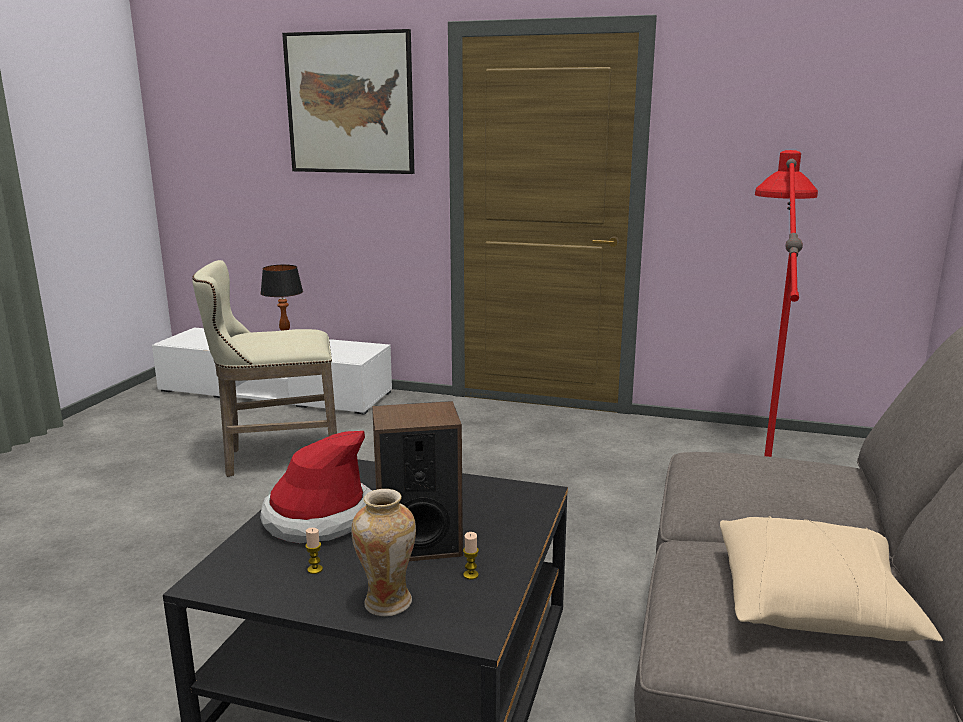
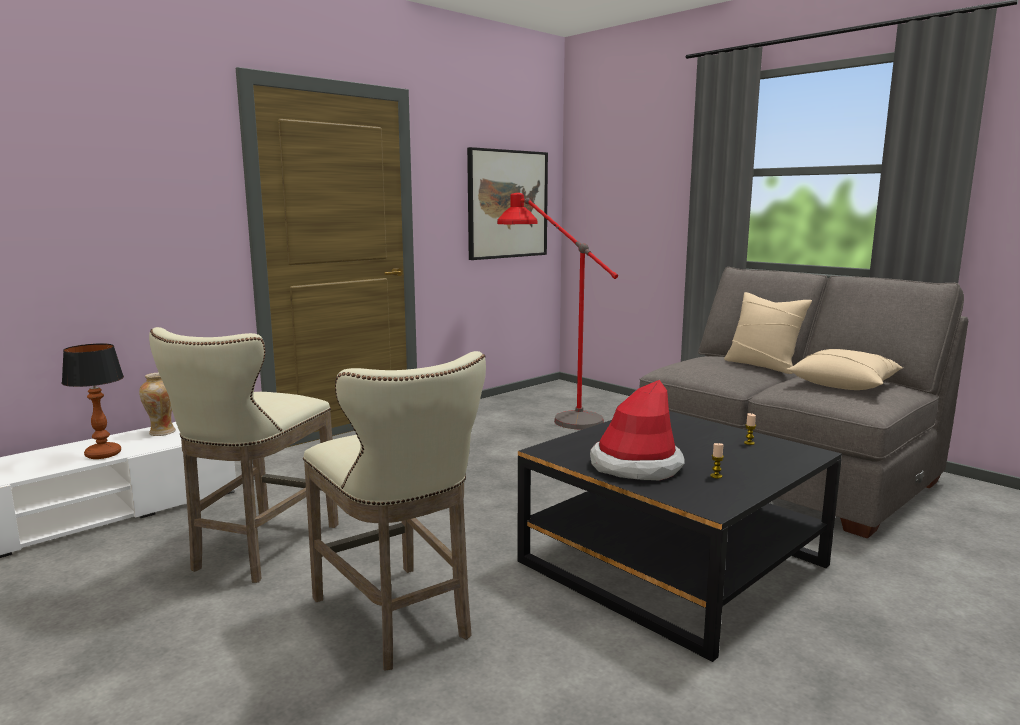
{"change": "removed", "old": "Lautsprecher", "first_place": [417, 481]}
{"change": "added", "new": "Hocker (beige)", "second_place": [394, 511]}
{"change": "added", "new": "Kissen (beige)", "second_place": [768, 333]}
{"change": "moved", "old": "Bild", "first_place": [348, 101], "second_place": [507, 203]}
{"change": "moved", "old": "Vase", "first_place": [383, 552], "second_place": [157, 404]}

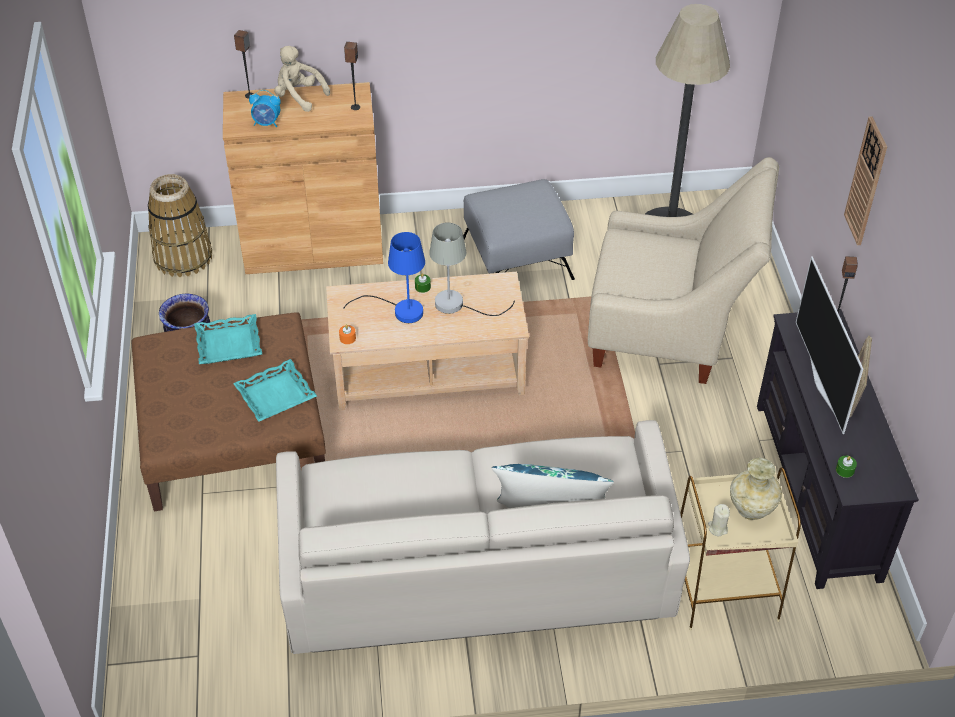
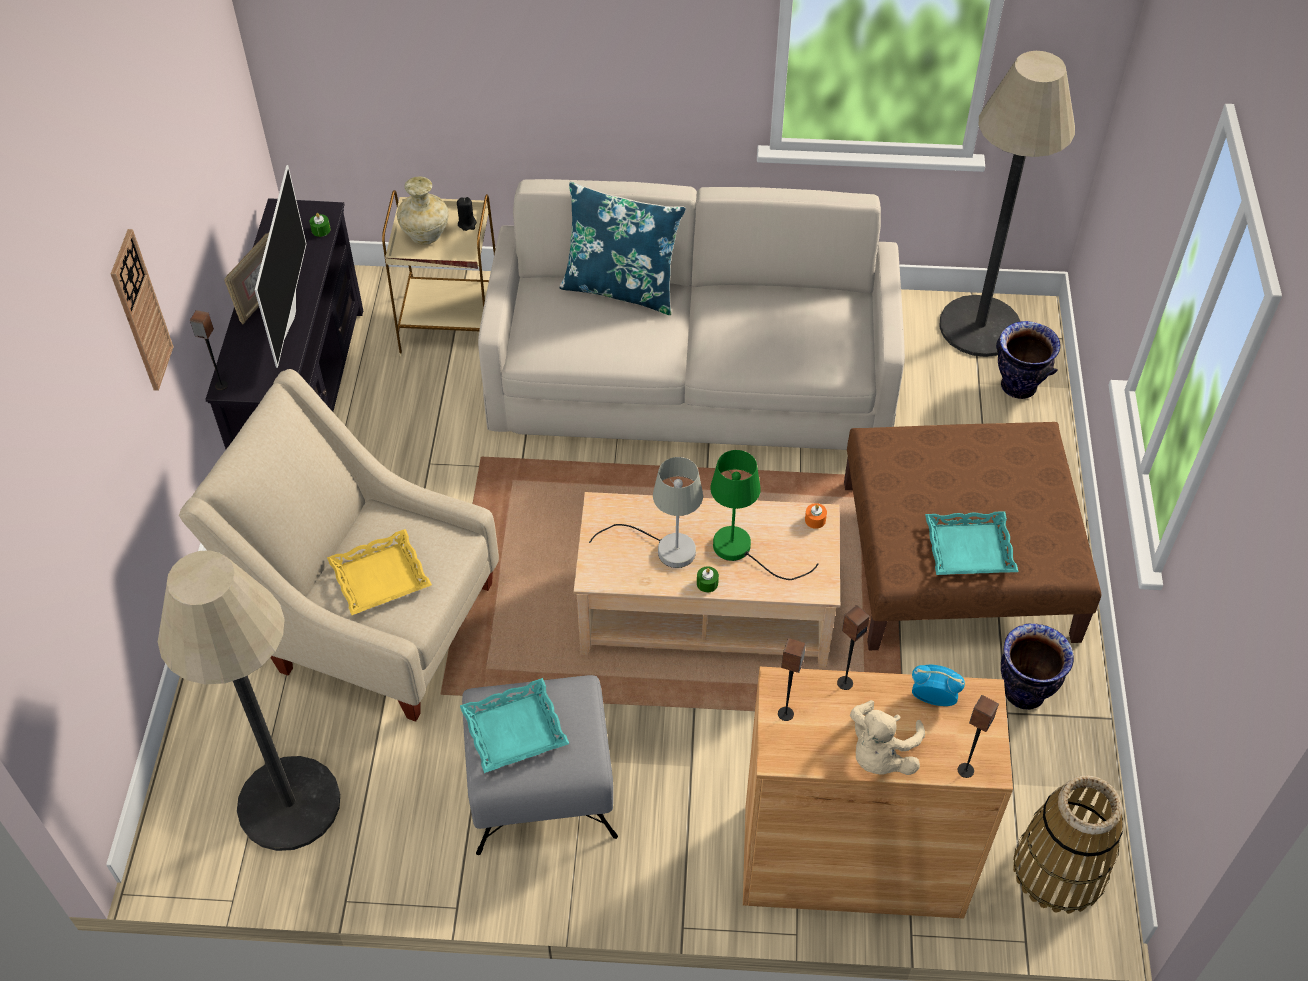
{"change": "added", "new": "Tablett (gelb)", "second_place": [379, 572]}
{"change": "added", "new": "Lautsprecher", "second_place": [853, 647]}
{"change": "added", "new": "Stehlampe", "second_place": [1007, 204]}
{"change": "added", "new": "Vase", "second_place": [1028, 360]}
{"change": "moved", "old": "Tablett (türkis)", "first_place": [275, 390], "second_place": [514, 725]}
{"change": "recoloured", "old": "Tischlampe (blau)", "new": "Tischlampe (grün)", "first_place": [384, 277], "second_place": [764, 515]}
{"change": "recoloured", "old": "Kerze (beige)", "new": "Kerze (schwarz)", "first_place": [719, 520], "second_place": [467, 214]}
{"change": "turned", "old": "Plüschtier (beige)", "first_place": [302, 79], "second_place": [887, 737], "degrees": 75}

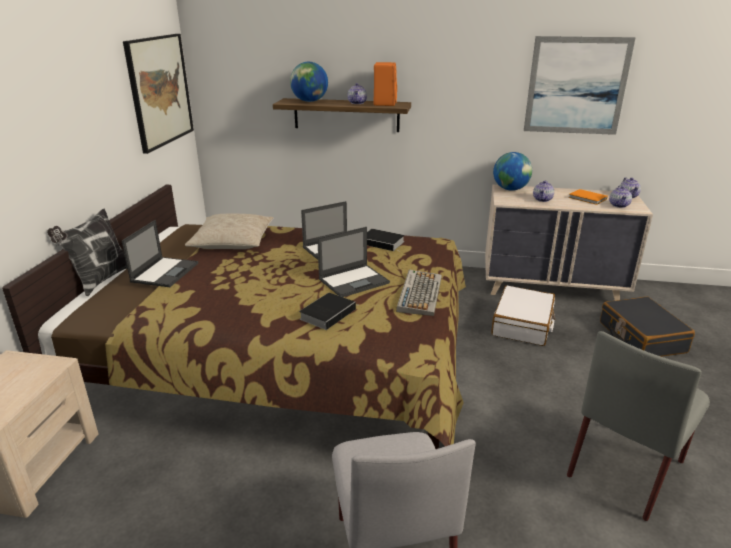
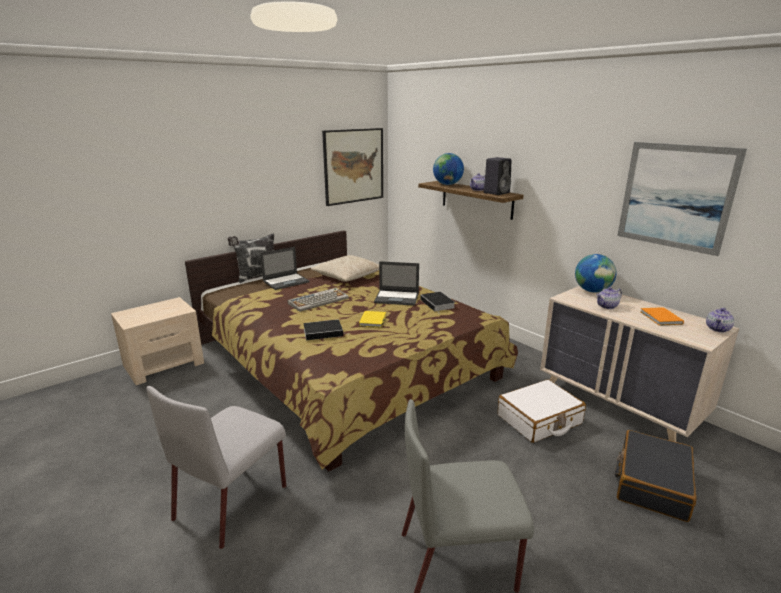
{"change": "removed", "old": "Teekanne", "first_place": [620, 197]}
{"change": "moved", "old": "Tastatur", "first_place": [419, 293], "second_place": [318, 300]}
{"change": "replaced", "old": "Laptop", "new": "Buch (gelb)", "first_place": [353, 262], "second_place": [372, 319]}
{"change": "recoloured", "old": "Lautsprecher (orange)", "new": "Lautsprecher (schwarz)", "first_place": [385, 84], "second_place": [497, 176]}

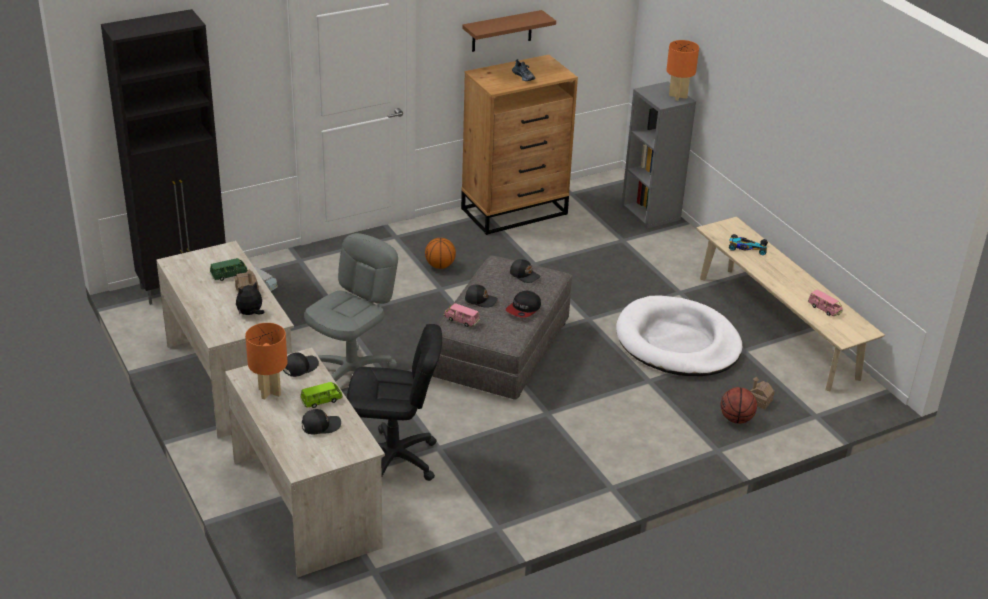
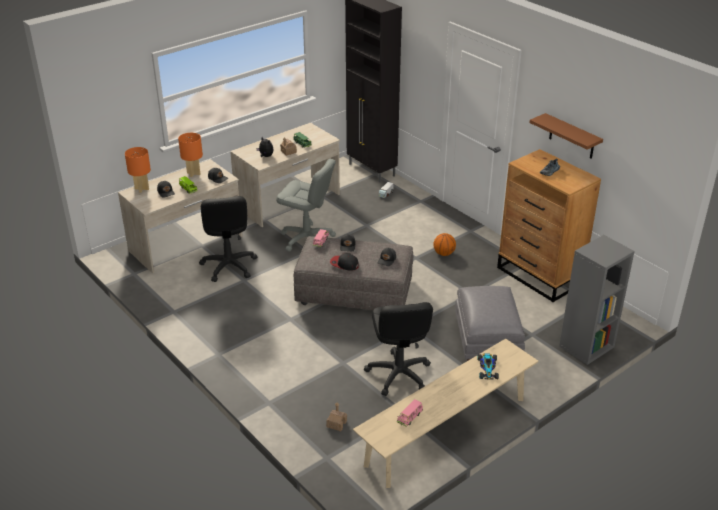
{"change": "removed", "old": "Basketball", "first_place": [738, 405]}
{"change": "added", "new": "Polsterhocker (grau)", "second_place": [490, 323]}
{"change": "moved", "old": "Tischlampe (orange)", "first_place": [682, 70], "second_place": [138, 170]}
{"change": "replaced", "old": "Hundebett (weiß)", "new": "Bürostuhl (schwarz)", "first_place": [679, 336], "second_place": [398, 349]}

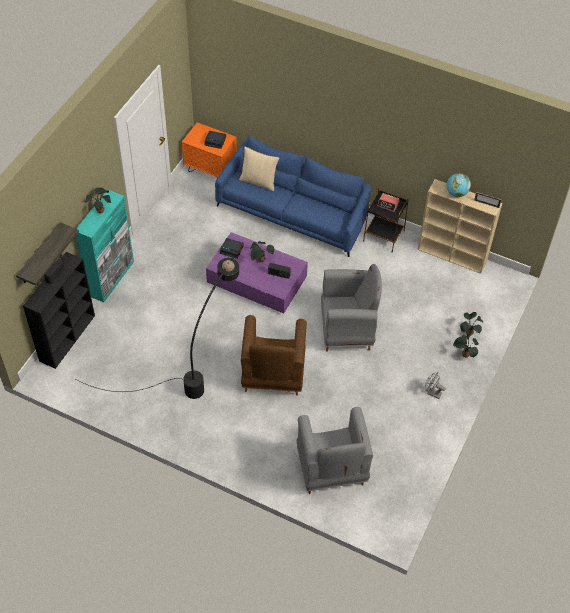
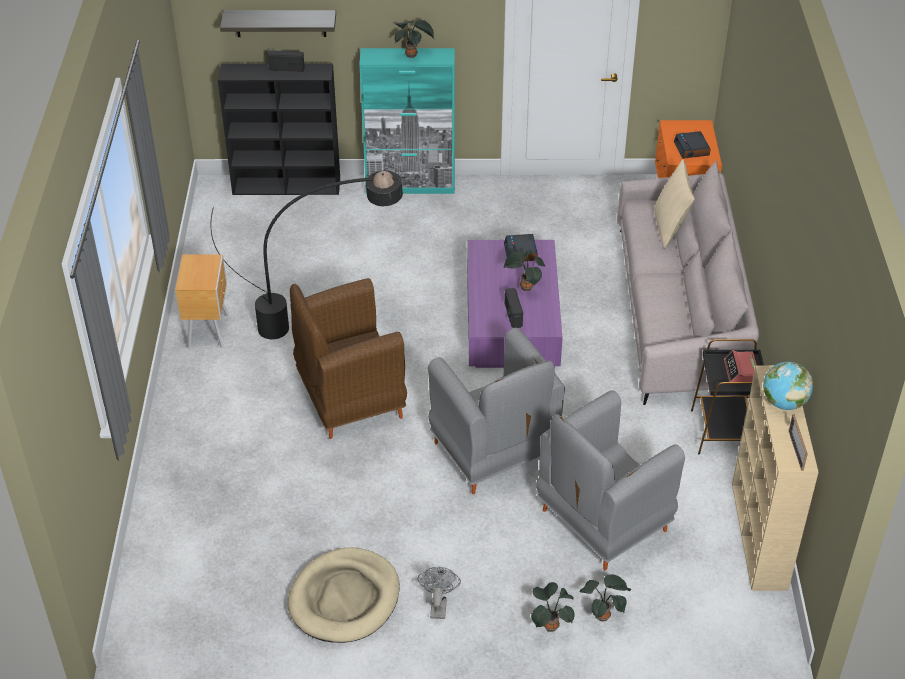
{"change": "added", "new": "Nachttisch (braun)", "second_place": [202, 301]}
{"change": "added", "new": "Hundebett (beige)", "second_place": [344, 595]}
{"change": "moved", "old": "Sessel (grau)", "first_place": [334, 450], "second_place": [610, 480]}
{"change": "recoloured", "old": "Sofa (blau)", "new": "Sofa (grau)", "first_place": [293, 196], "second_place": [688, 282]}

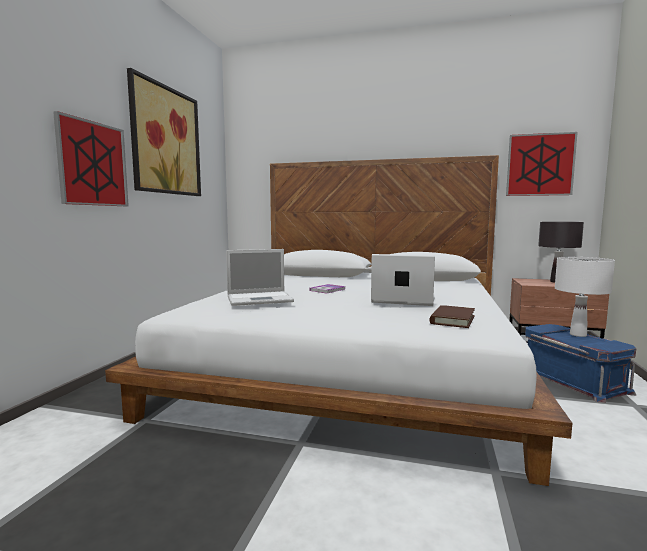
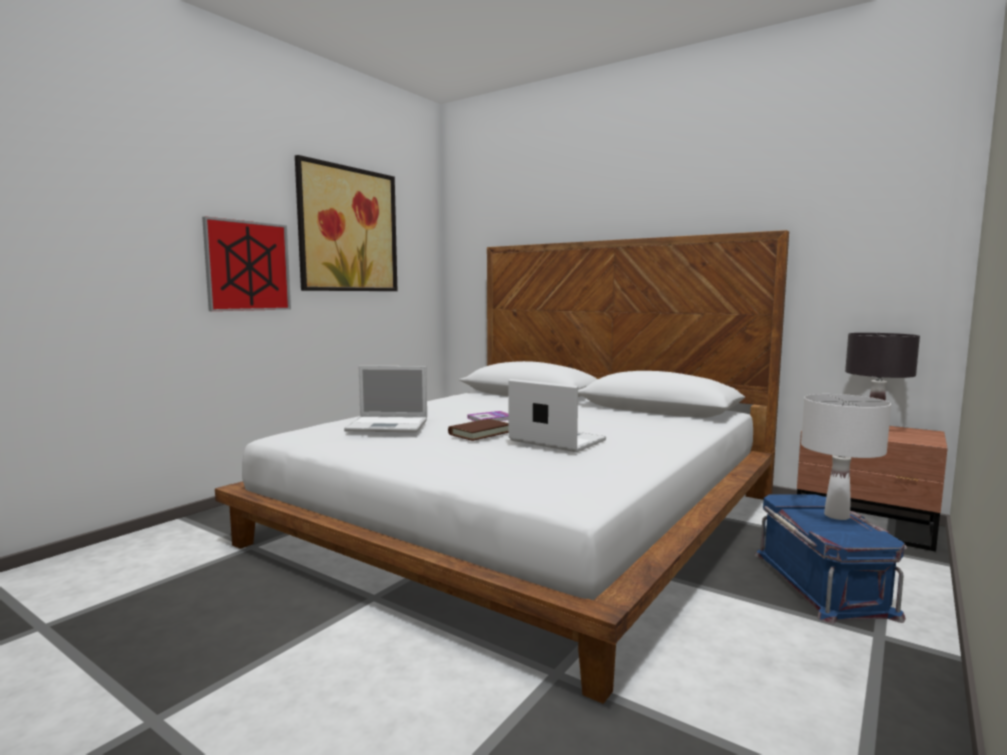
{"change": "removed", "old": "Bild", "first_place": [542, 164]}
{"change": "moved", "old": "Buch (braun)", "first_place": [452, 316], "second_place": [478, 430]}

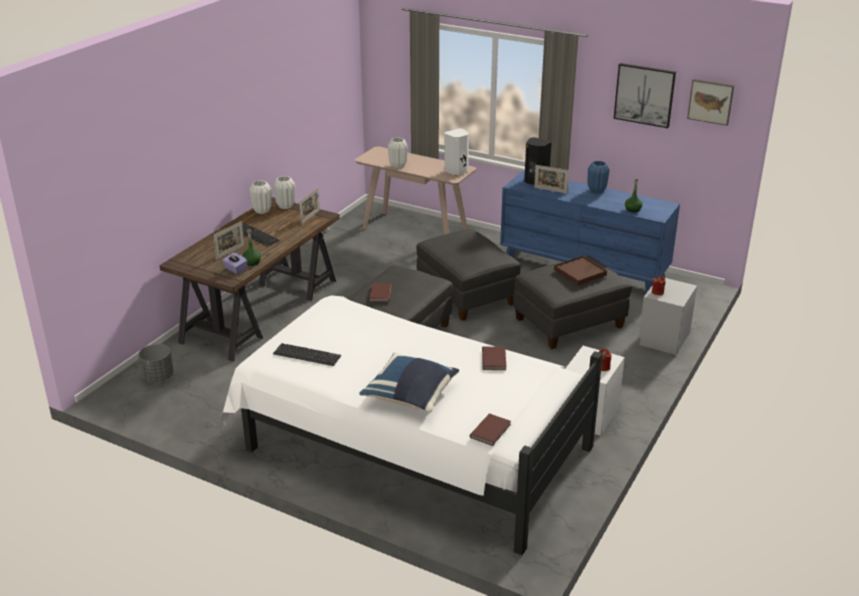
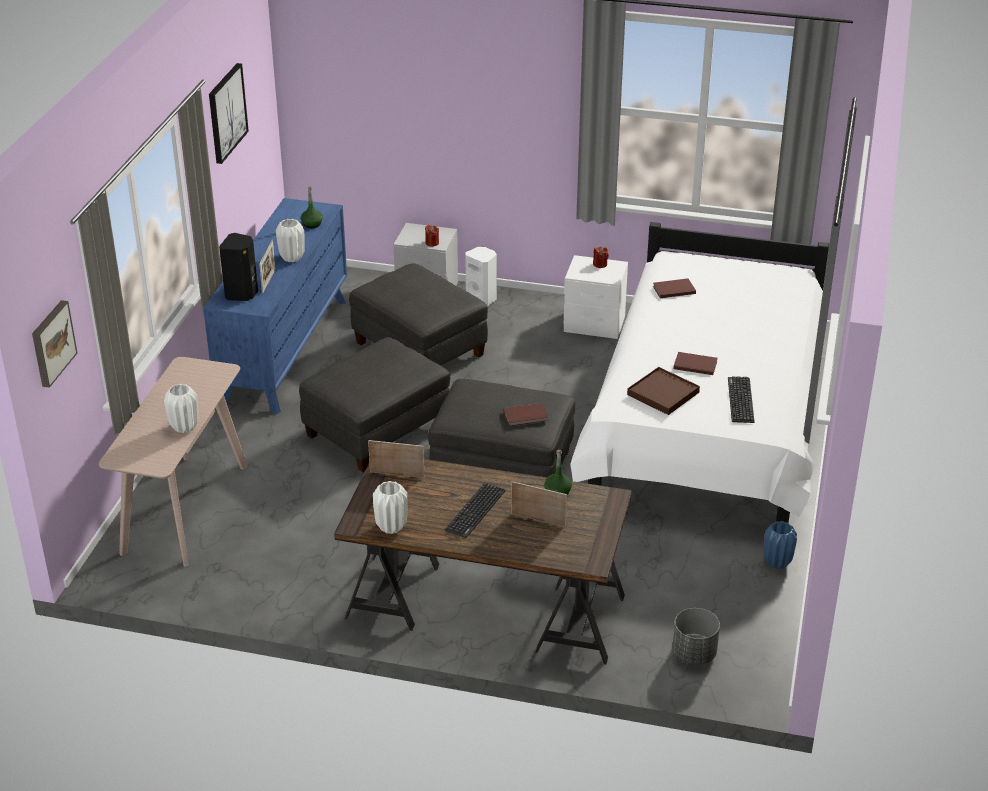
{"change": "removed", "old": "Taschentuchbox (lila)", "first_place": [234, 263]}
{"change": "removed", "old": "Kissen (blau)", "first_place": [409, 382]}
{"change": "moved", "old": "Vase (weiß)", "first_place": [284, 192], "second_place": [290, 240]}
{"change": "moved", "old": "Lautsprecher (weiß)", "first_place": [456, 152], "second_place": [481, 277]}
{"change": "moved", "old": "Buch (braun)", "first_place": [490, 429], "second_place": [695, 363]}
{"change": "moved", "old": "Tablett (braun)", "first_place": [580, 271], "second_place": [663, 391]}
{"change": "moved", "old": "Vase (blau)", "first_place": [598, 177], "second_place": [780, 545]}
{"change": "moved", "old": "Bild", "first_place": [710, 102], "second_place": [54, 344]}

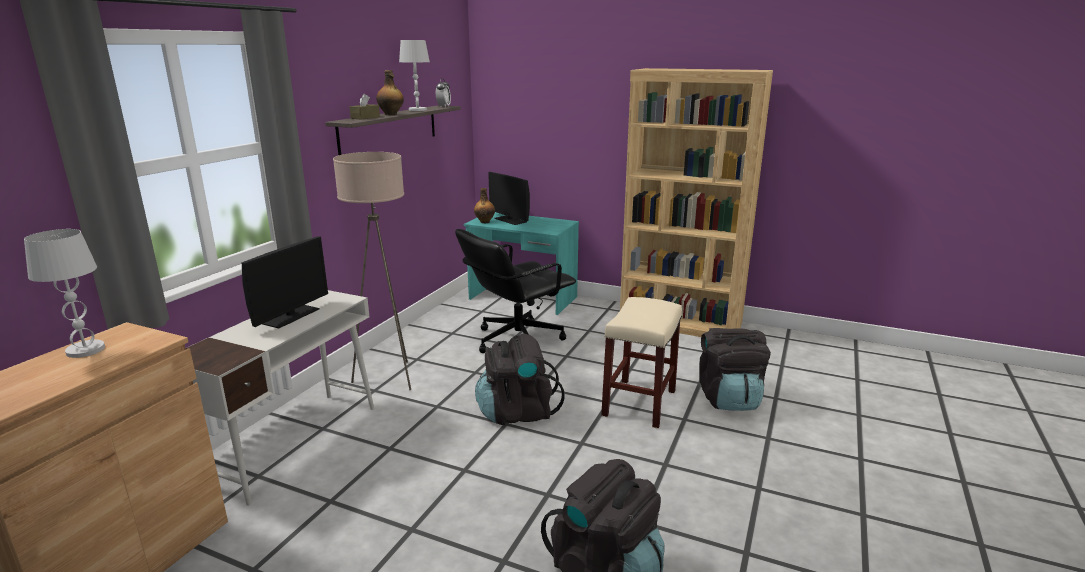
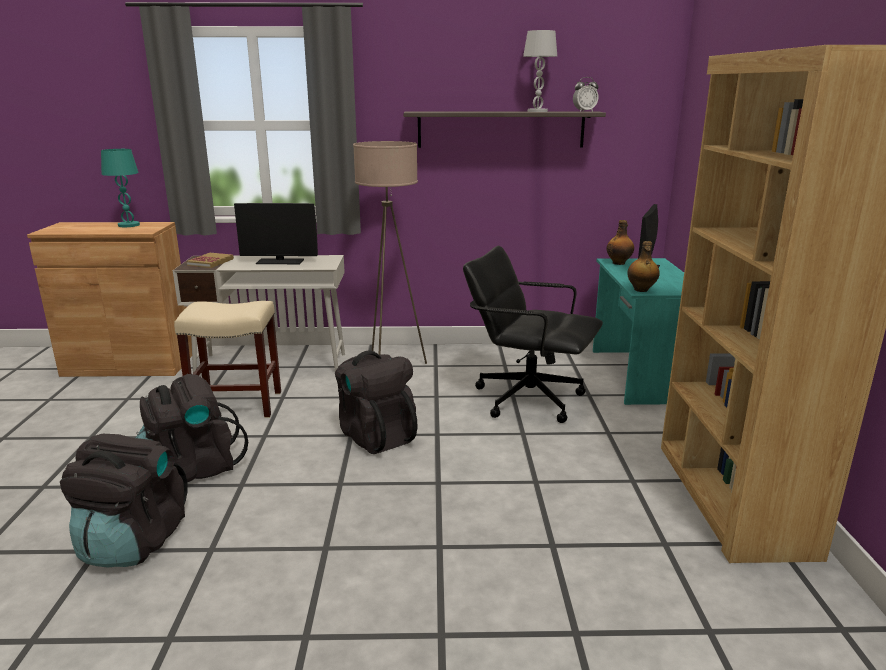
{"change": "removed", "old": "Taschentuchbox (braun)", "first_place": [364, 106]}
{"change": "added", "new": "Buch", "second_place": [210, 260]}
{"change": "moved", "old": "Flasche", "first_place": [390, 92], "second_place": [643, 266]}
{"change": "moved", "old": "Hocker (beige)", "first_place": [641, 363], "second_place": [227, 359]}
{"change": "moved", "old": "Rucksack (schwarz)", "first_place": [735, 369], "second_place": [192, 428]}
{"change": "recoloured", "old": "Tischlampe (weiß)", "new": "Tischlampe (türkis)", "first_place": [64, 293], "second_place": [120, 188]}

